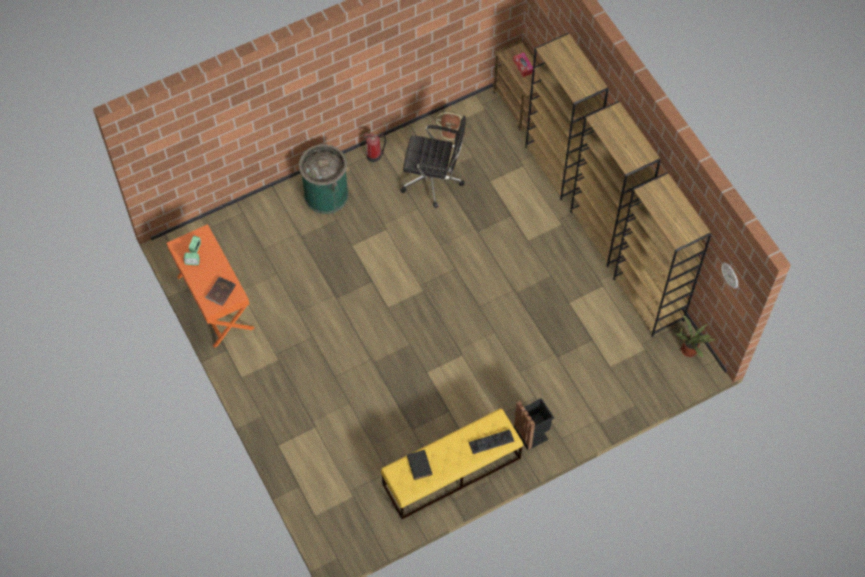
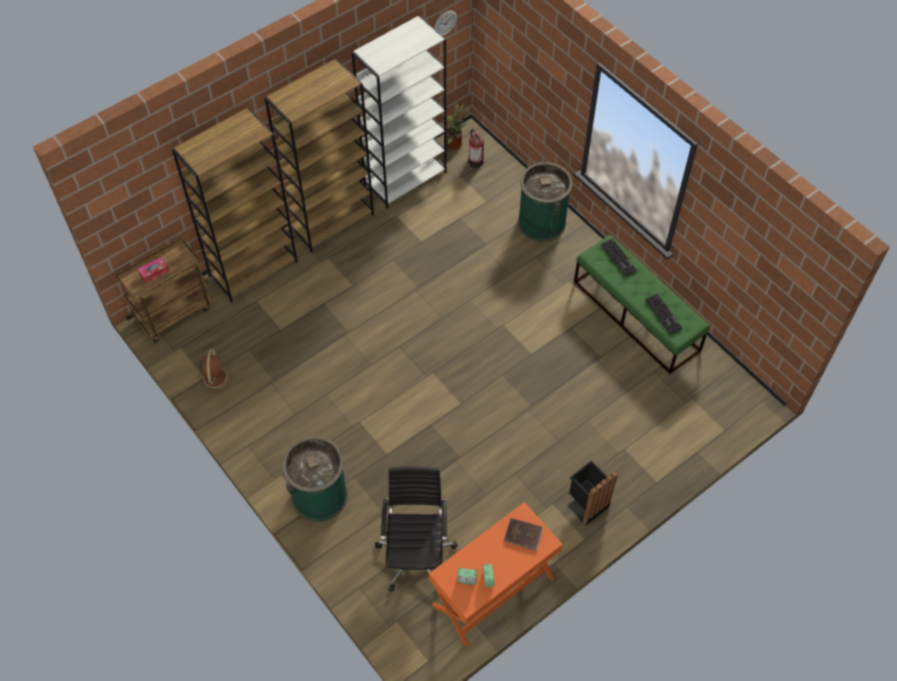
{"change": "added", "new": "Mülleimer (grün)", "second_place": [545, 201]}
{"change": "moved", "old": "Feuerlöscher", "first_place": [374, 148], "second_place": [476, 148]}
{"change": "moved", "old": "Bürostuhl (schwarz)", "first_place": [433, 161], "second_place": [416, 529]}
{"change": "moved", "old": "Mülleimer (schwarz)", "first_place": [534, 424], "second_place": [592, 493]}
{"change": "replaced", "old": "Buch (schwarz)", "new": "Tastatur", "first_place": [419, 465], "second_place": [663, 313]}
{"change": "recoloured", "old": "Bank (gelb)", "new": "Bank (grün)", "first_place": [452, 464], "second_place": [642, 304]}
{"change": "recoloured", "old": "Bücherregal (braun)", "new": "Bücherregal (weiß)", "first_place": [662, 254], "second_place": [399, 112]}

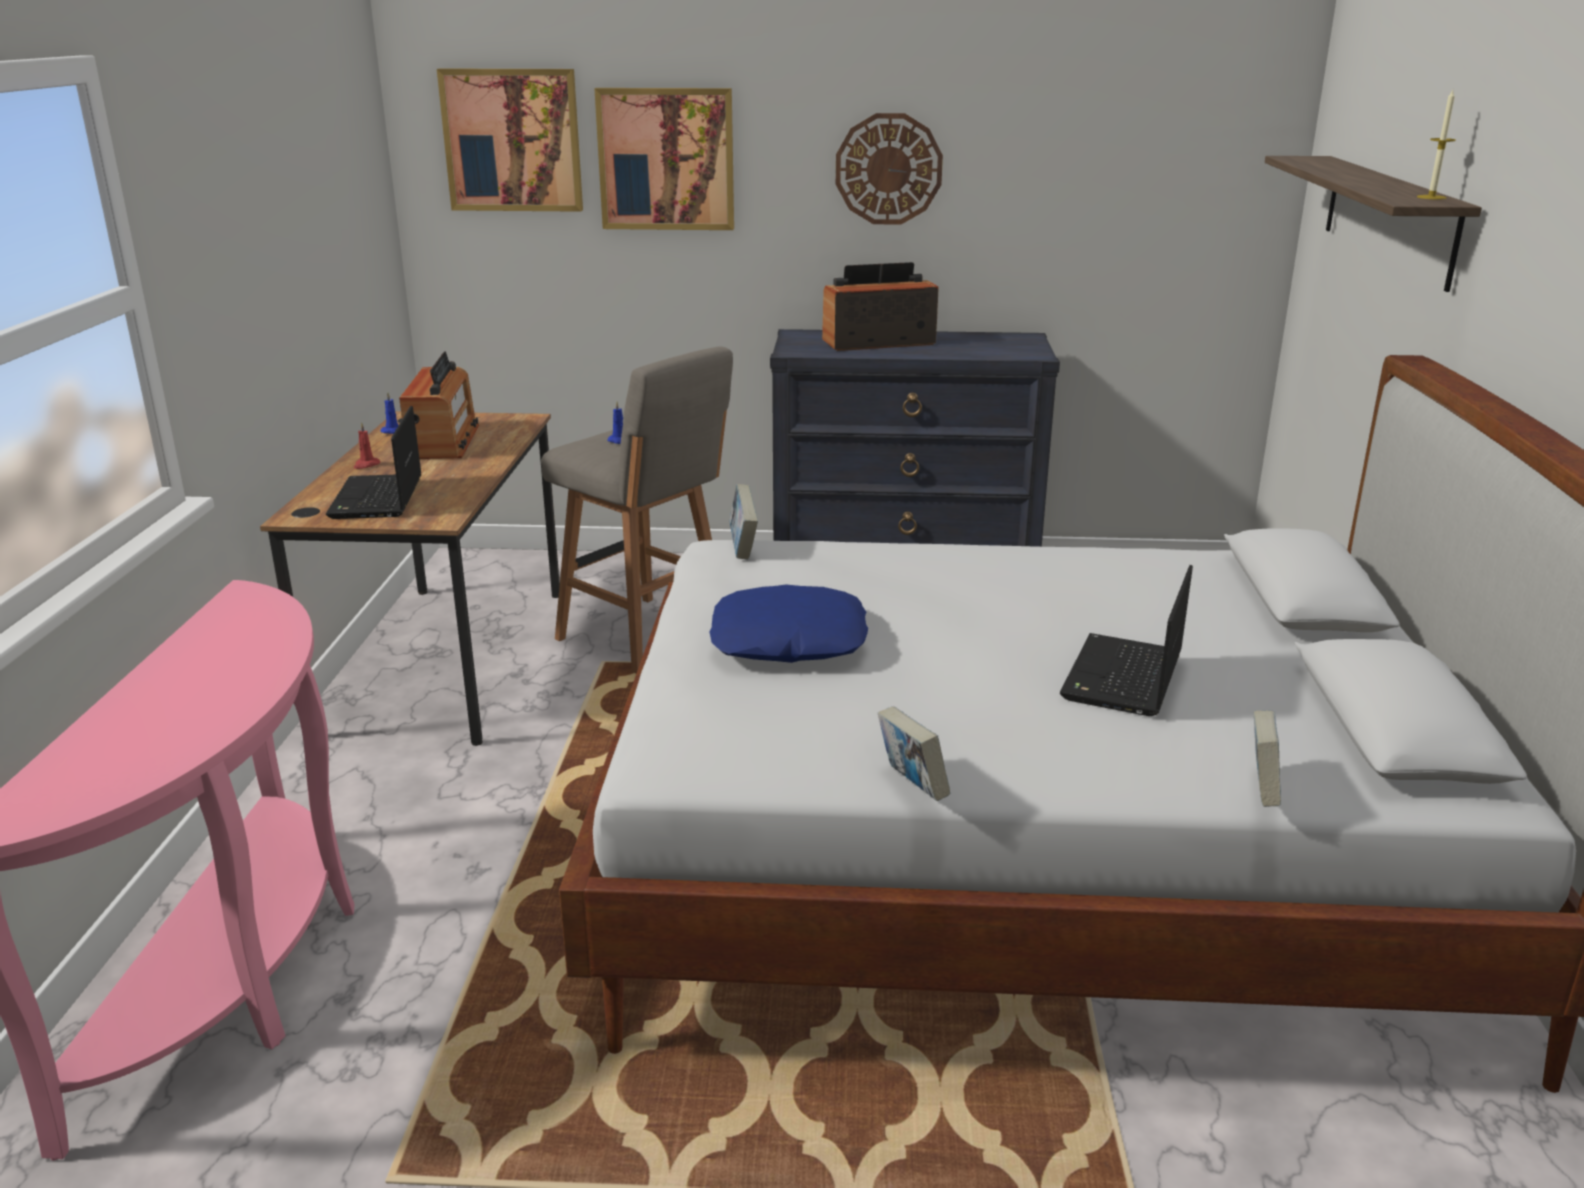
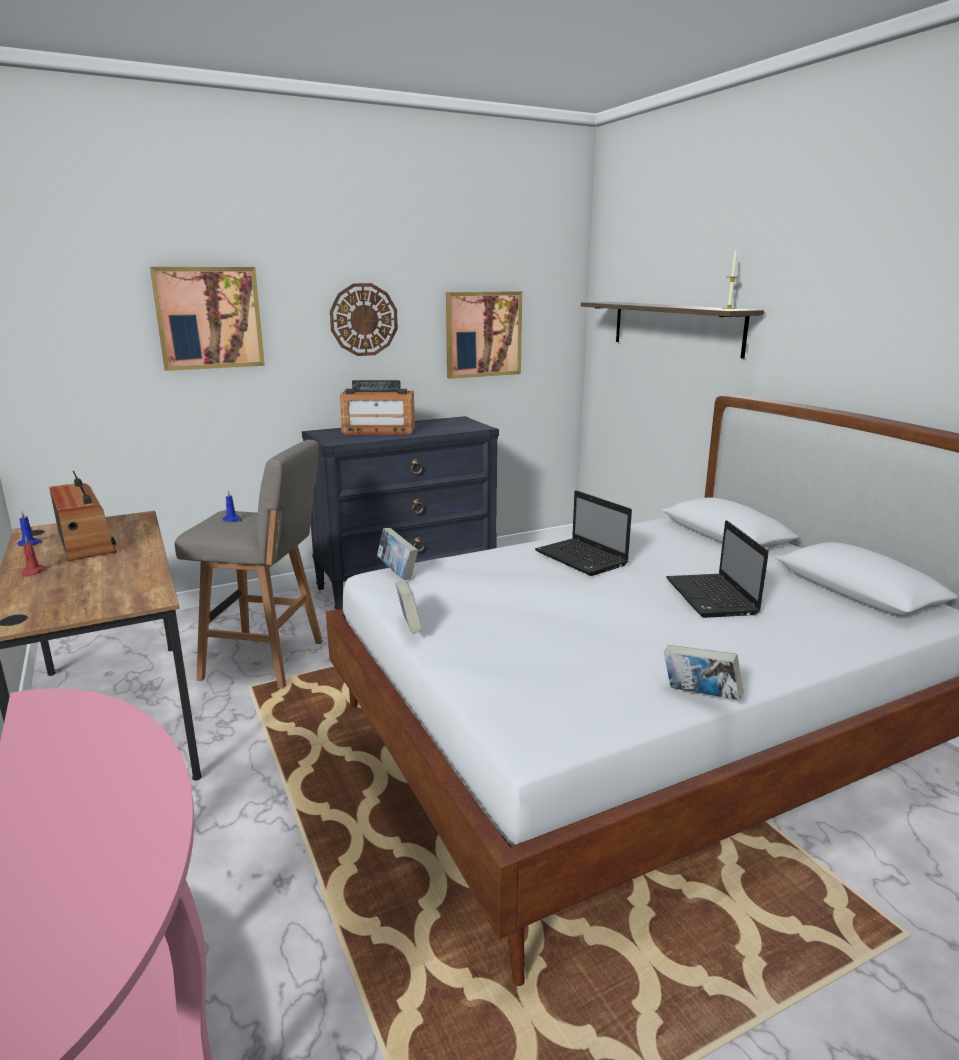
{"change": "removed", "old": "Kissen (blau)", "first_place": [788, 624]}
{"change": "moved", "old": "Laptop", "first_place": [373, 462], "second_place": [583, 533]}
{"change": "moved", "old": "Bild", "first_place": [510, 140], "second_place": [484, 335]}
{"change": "moved", "old": "Buch", "first_place": [1267, 758], "second_place": [408, 607]}
{"change": "turned", "old": "Radio", "first_place": [880, 306], "second_place": [377, 407], "degrees": -135}

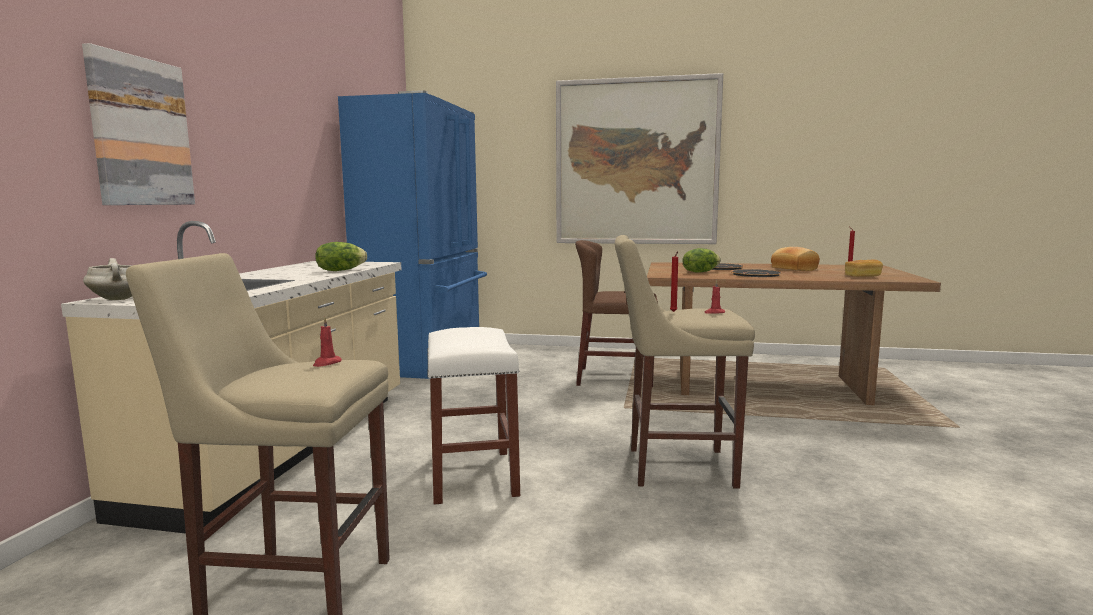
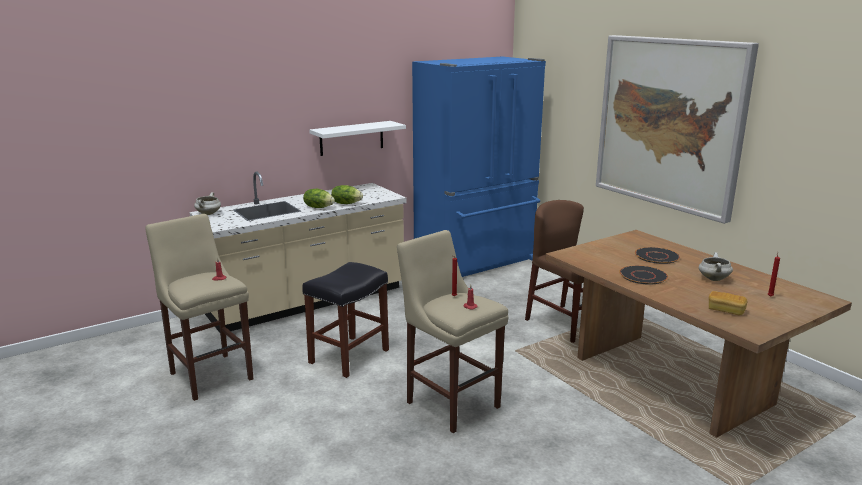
{"change": "removed", "old": "Bild", "first_place": [138, 124]}
{"change": "added", "new": "Wandregal (weiß)", "second_place": [357, 138]}
{"change": "moved", "old": "Salatkopf", "first_place": [701, 260], "second_place": [319, 198]}
{"change": "replaced", "old": "Brot", "new": "Kochtopf (weiß)", "first_place": [795, 259], "second_place": [716, 266]}
{"change": "recoloured", "old": "Hocker (weiß)", "new": "Hocker (schwarz)", "first_place": [473, 415], "second_place": [345, 320]}

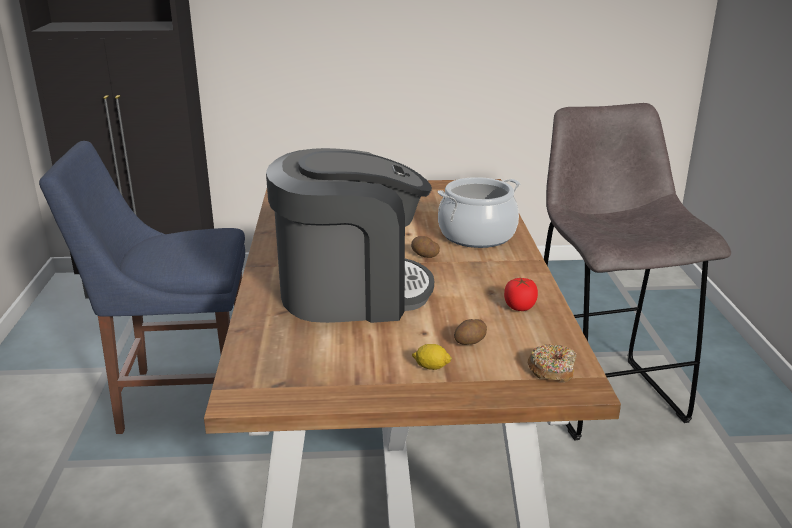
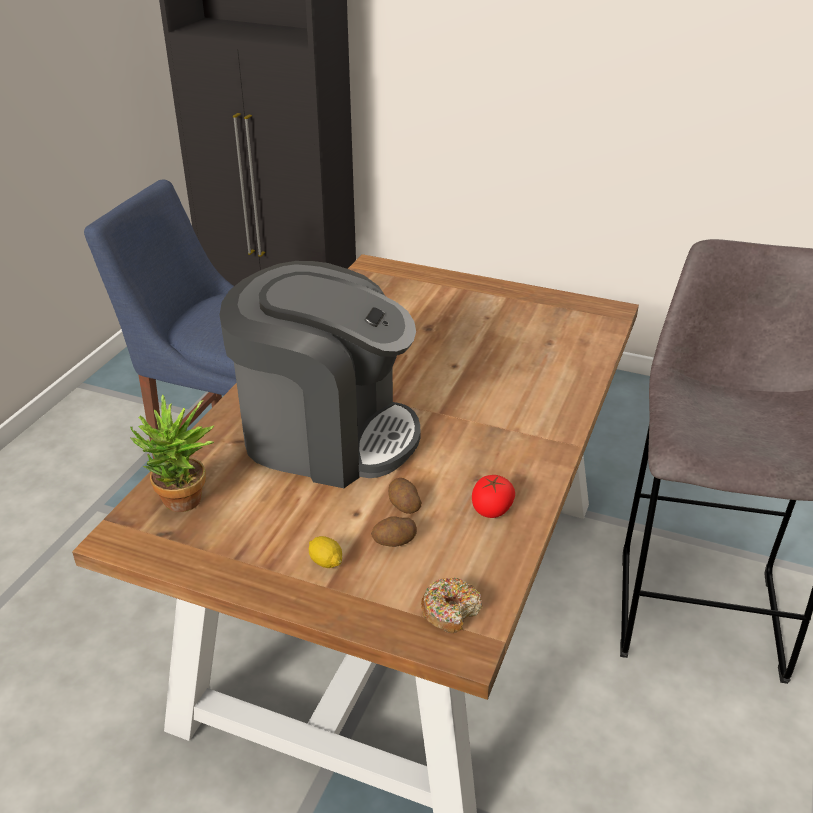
{"change": "removed", "old": "Kochtopf", "first_place": [479, 212]}
{"change": "added", "new": "Topfpflanze", "second_place": [172, 453]}
{"change": "moved", "old": "Kartoffel", "first_place": [425, 247], "second_place": [405, 496]}

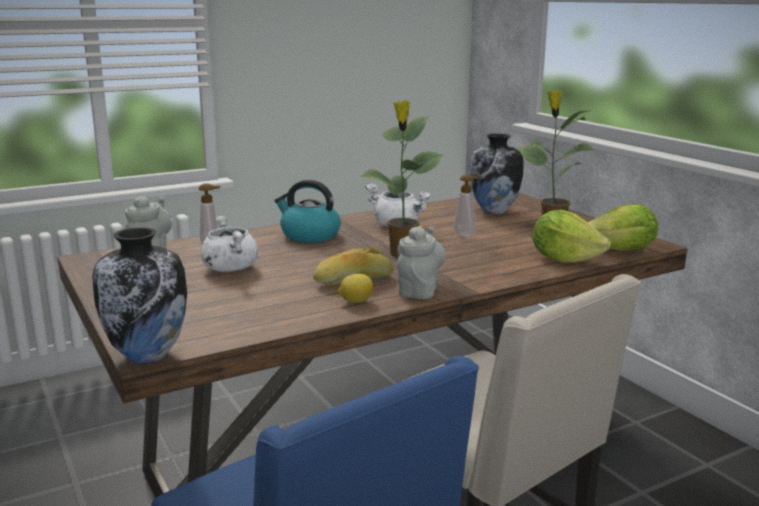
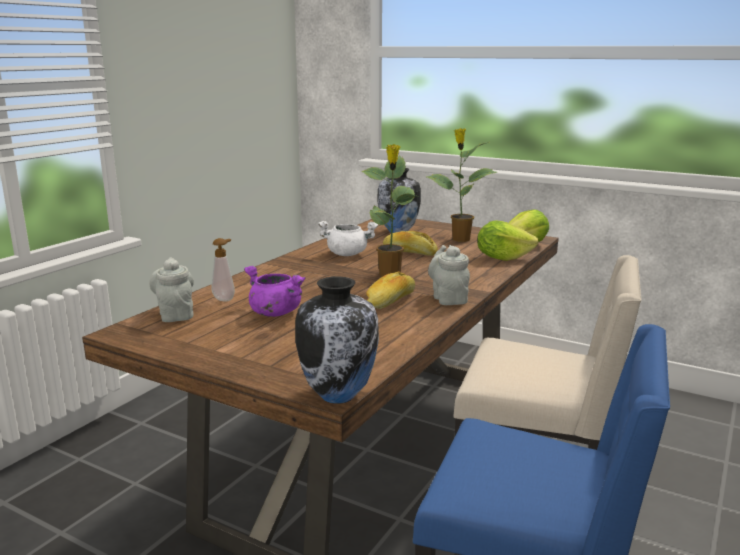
{"change": "removed", "old": "Wasserkessel", "first_place": [307, 211]}
{"change": "removed", "old": "Zitrone", "first_place": [355, 288]}
{"change": "replaced", "old": "Seifenspender", "new": "Brot", "first_place": [466, 205], "second_place": [410, 243]}
{"change": "recoloured", "old": "Kochtopf (weiß)", "new": "Kochtopf (lila)", "first_place": [229, 244], "second_place": [275, 291]}

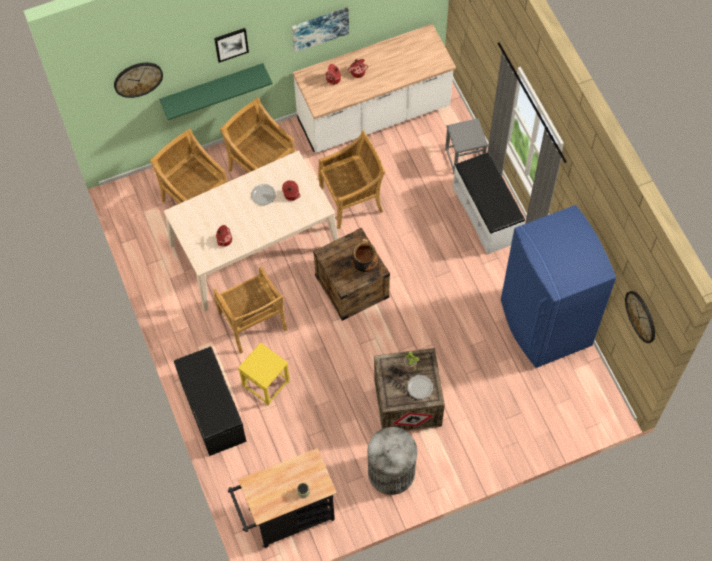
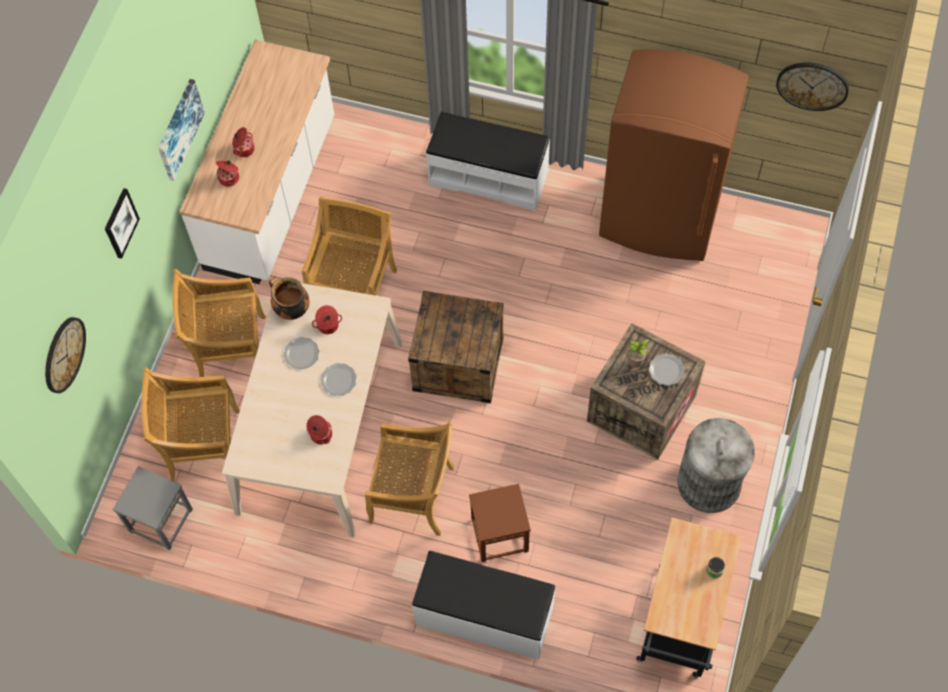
{"change": "removed", "old": "Wandregal (grün)", "first_place": [215, 91]}
{"change": "added", "new": "Teller", "second_place": [339, 379]}
{"change": "moved", "old": "Kochtopf", "first_place": [364, 255], "second_place": [289, 298]}
{"change": "moved", "old": "Hocker (grau)", "first_place": [466, 146], "second_place": [153, 508]}
{"change": "recoloured", "old": "Bank (schwarz)", "new": "Bank (weiß)", "first_place": [210, 401], "second_place": [484, 605]}
{"change": "recoloured", "old": "Hocker (gelb)", "new": "Hocker (braun)", "first_place": [264, 374], "second_place": [500, 523]}
{"change": "recoloured", "old": "Kühlschrank (blau)", "new": "Kühlschrank (braun)", "first_place": [558, 286], "second_place": [674, 155]}

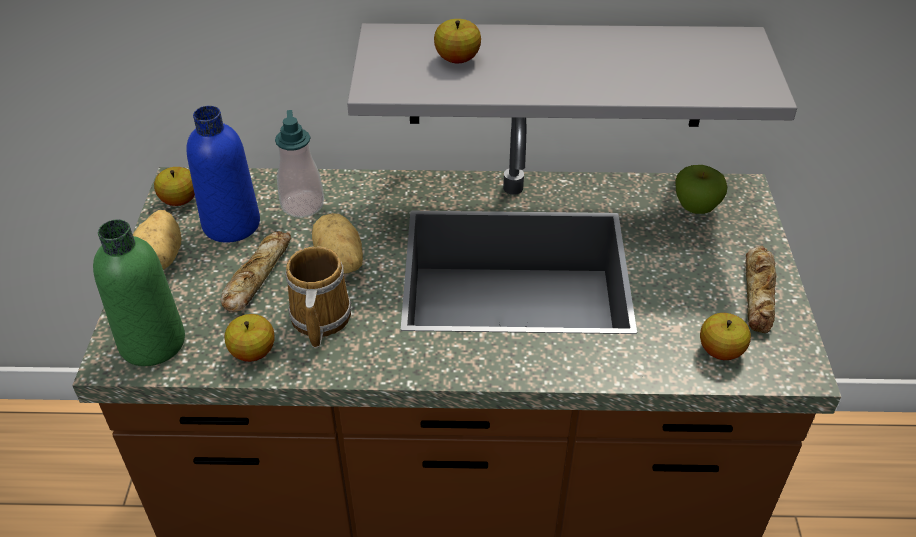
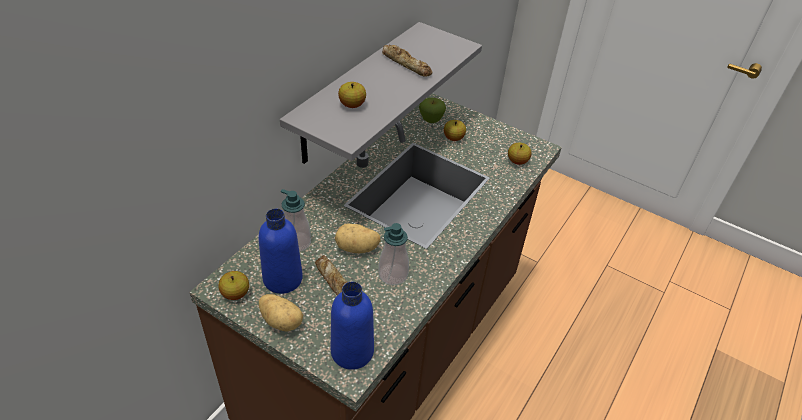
{"change": "moved", "old": "Apfel", "first_place": [250, 338], "second_place": [455, 130]}
{"change": "moved", "old": "Brot", "first_place": [761, 289], "second_place": [407, 60]}
{"change": "replaced", "old": "Henkelbecher", "new": "Seifenspender", "first_place": [318, 297], "second_place": [393, 254]}
{"change": "recoloured", "old": "Flasche (grün)", "new": "Flasche (blau)", "first_place": [139, 292], "second_place": [352, 326]}

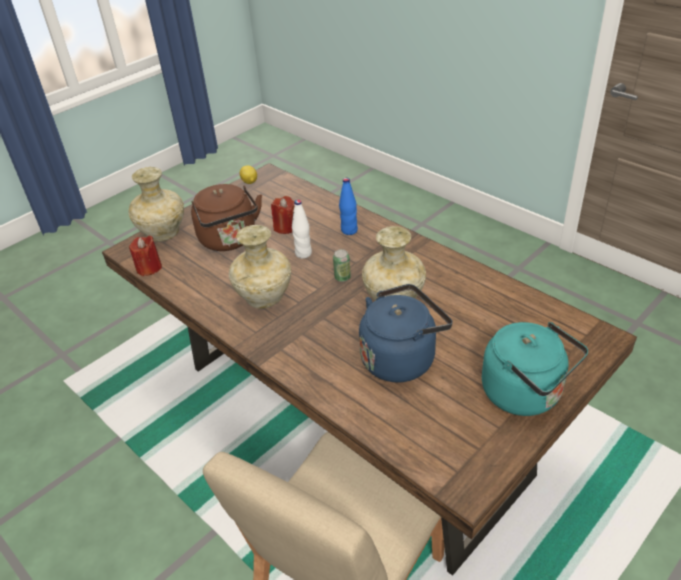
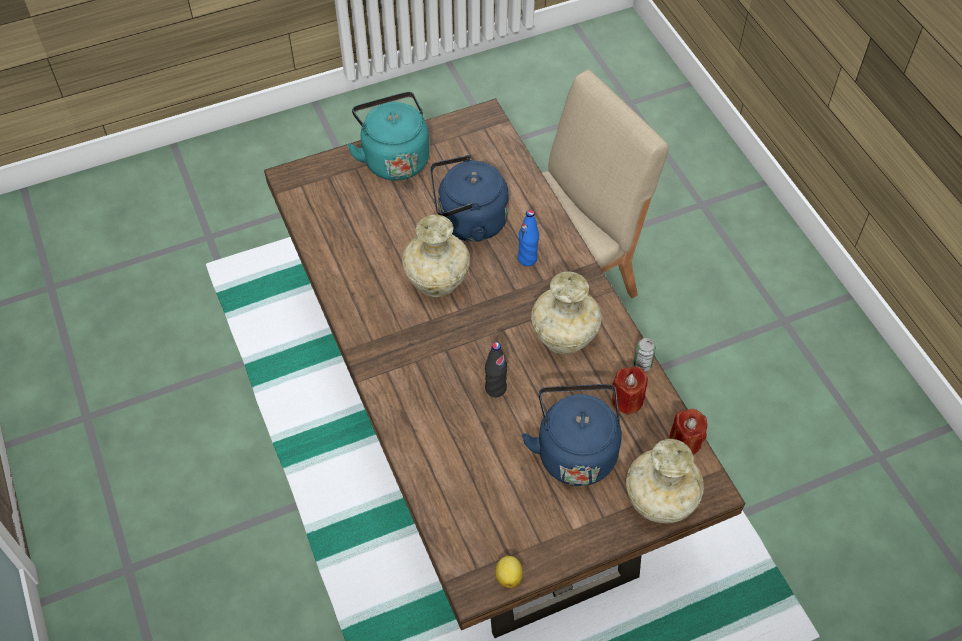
{"change": "moved", "old": "Kerze (rot)", "first_place": [283, 215], "second_place": [630, 390]}
{"change": "moved", "old": "Dose", "first_place": [342, 265], "second_place": [644, 354]}
{"change": "moved", "old": "Flasche (blau)", "first_place": [348, 206], "second_place": [528, 238]}
{"change": "recoloured", "old": "Wasserkessel (braun)", "new": "Wasserkessel (blau)", "first_place": [226, 217], "second_place": [571, 435]}
{"change": "recoloured", "old": "Flasche (weiß)", "new": "Flasche (schwarz)", "first_place": [302, 229], "second_place": [496, 369]}

